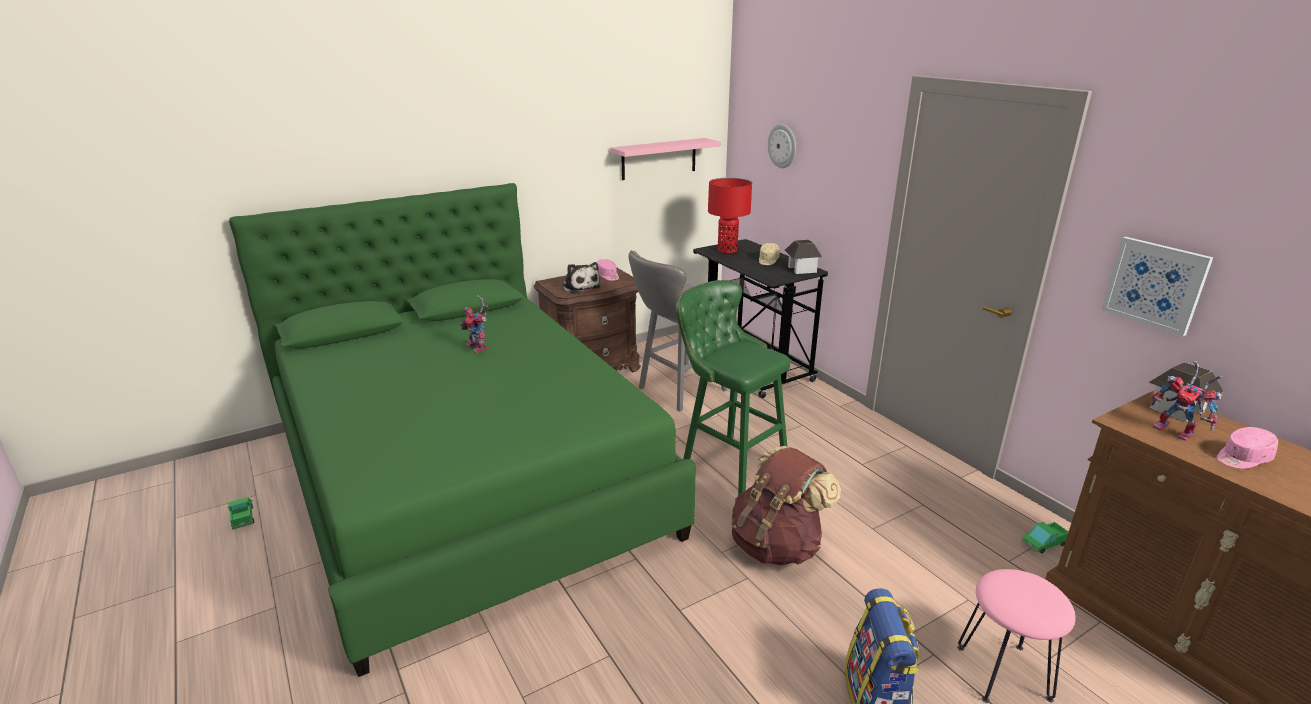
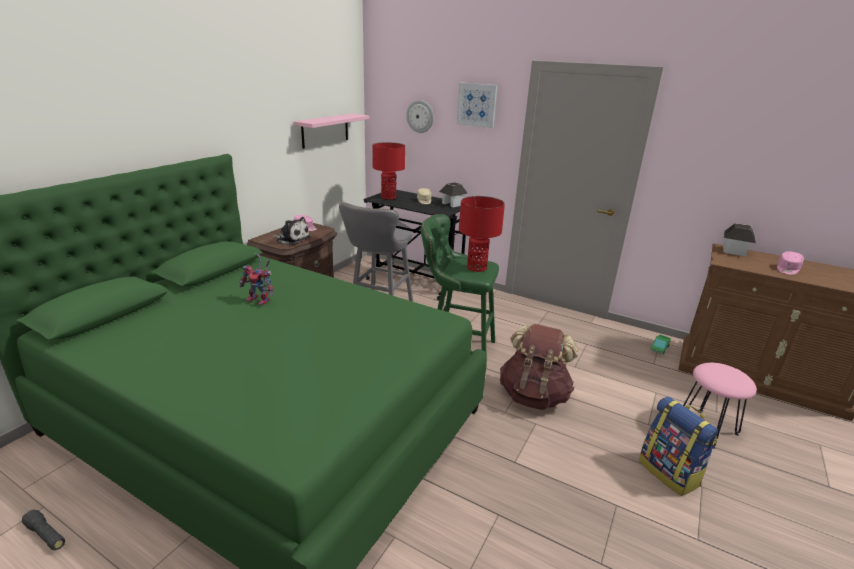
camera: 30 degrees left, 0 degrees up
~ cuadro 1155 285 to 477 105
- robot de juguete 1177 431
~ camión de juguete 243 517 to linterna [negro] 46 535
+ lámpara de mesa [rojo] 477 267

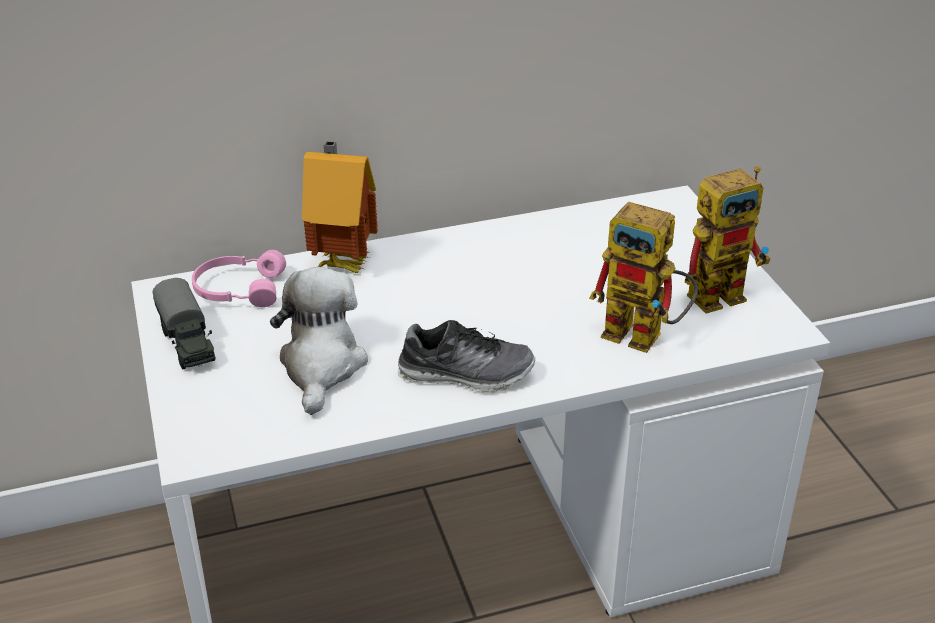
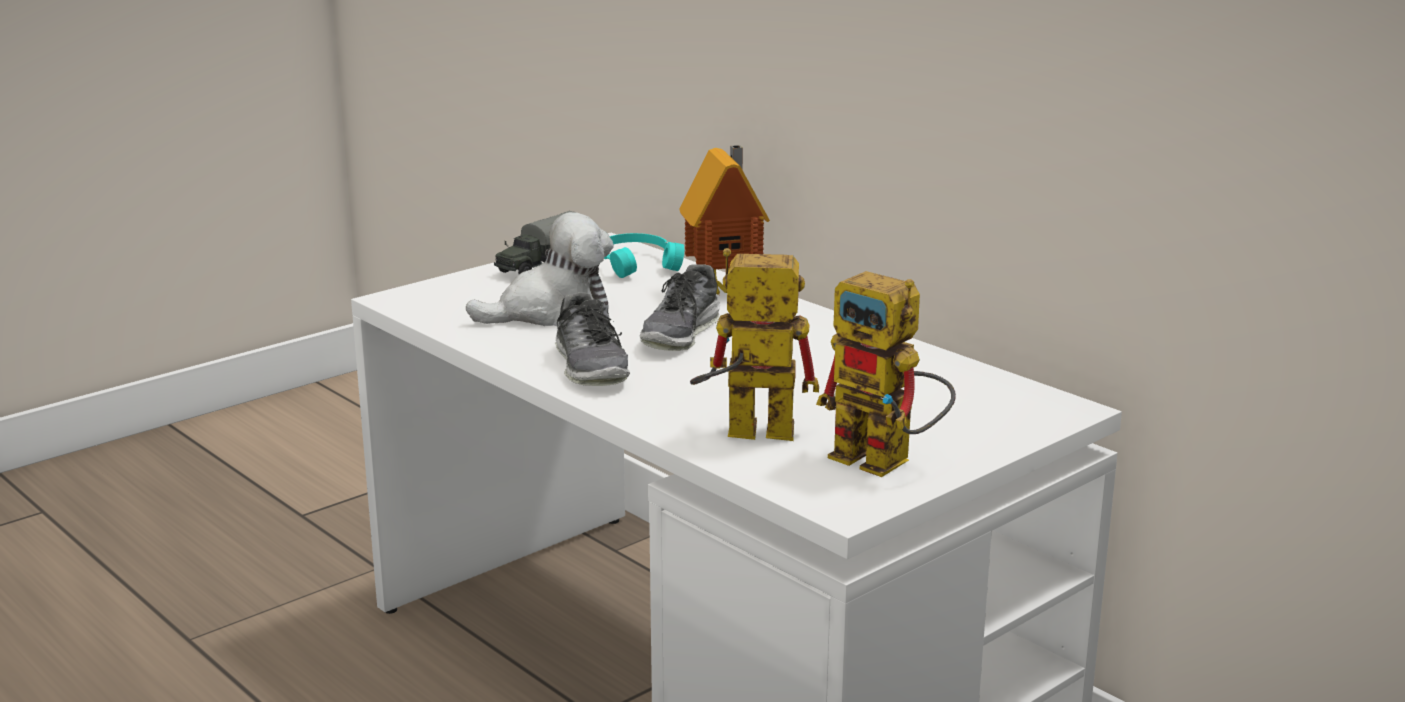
camera: 65 degrees right, 15 degrees down
~ robot de juguete 645 336 = 744 433 90 degrees clockwise
~ auriculares [rosa] 239 289 to auriculares [turquesa] 638 264
+ zapato 681 333

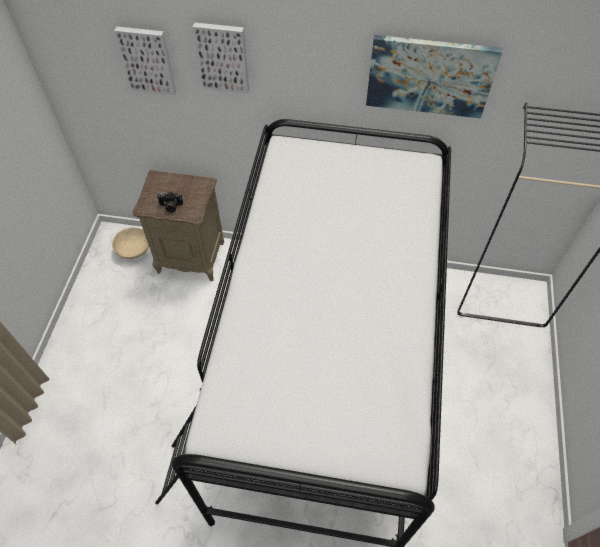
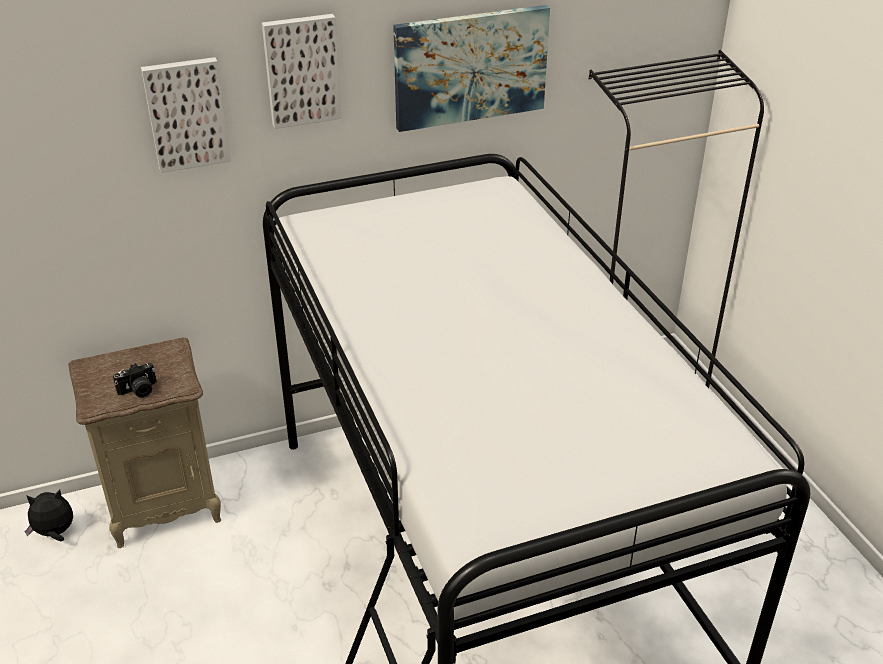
camera: 30 degrees left, 20 degrees down
~ cuadro 147 59 to 301 70
~ cuenco [beis] 134 249 to peluche 55 533

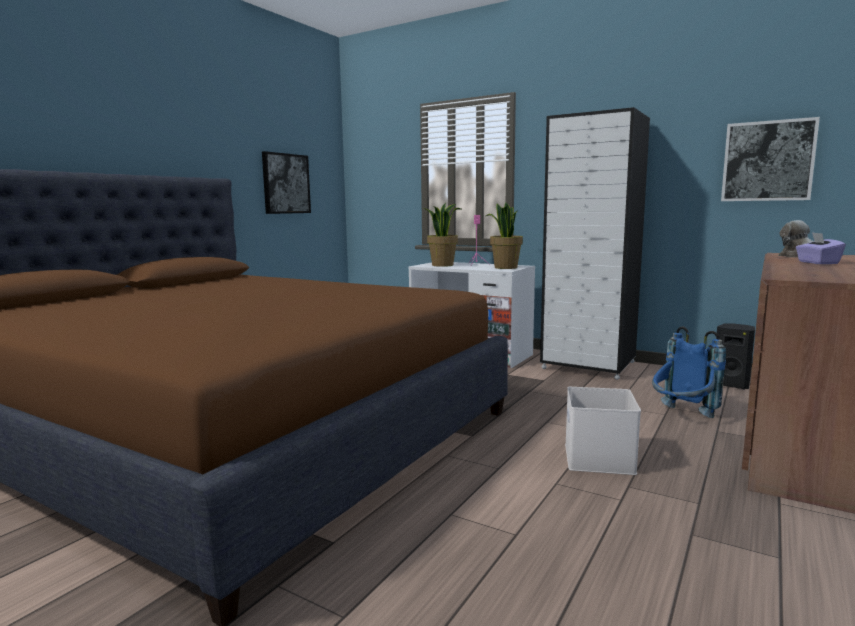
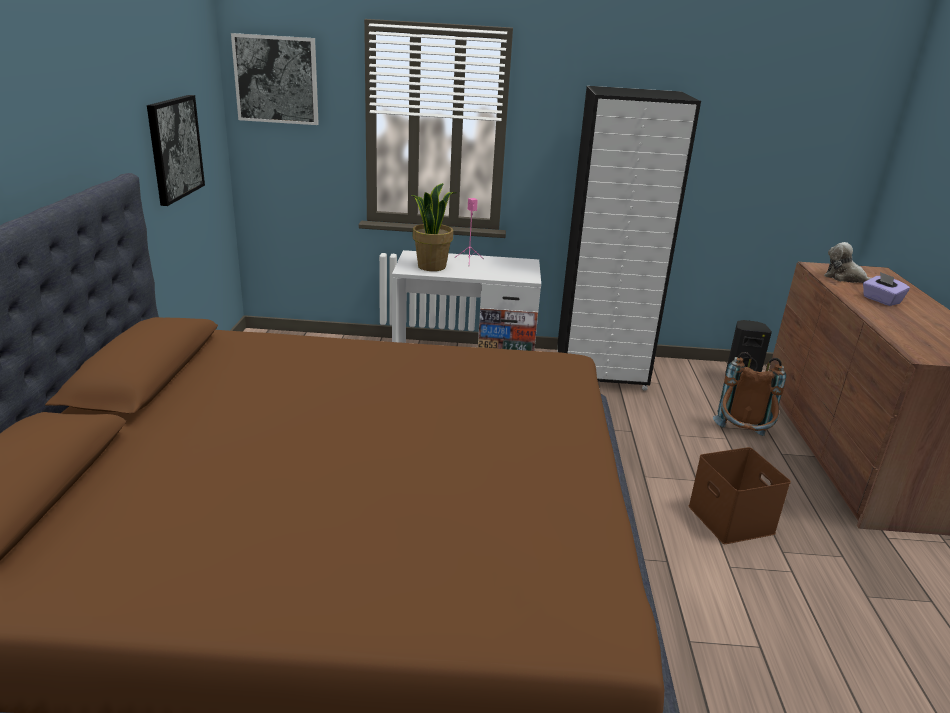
camera: 30 degrees left, 15 degrees up
~ cuadro 767 161 to 276 79
- planta en maceta 505 267
~ mochila [azul] 681 416 to mochila [marrón] 741 439
~ caja de almacenaje [blanco] 600 459 to caja de almacenaje [marrón] 733 520

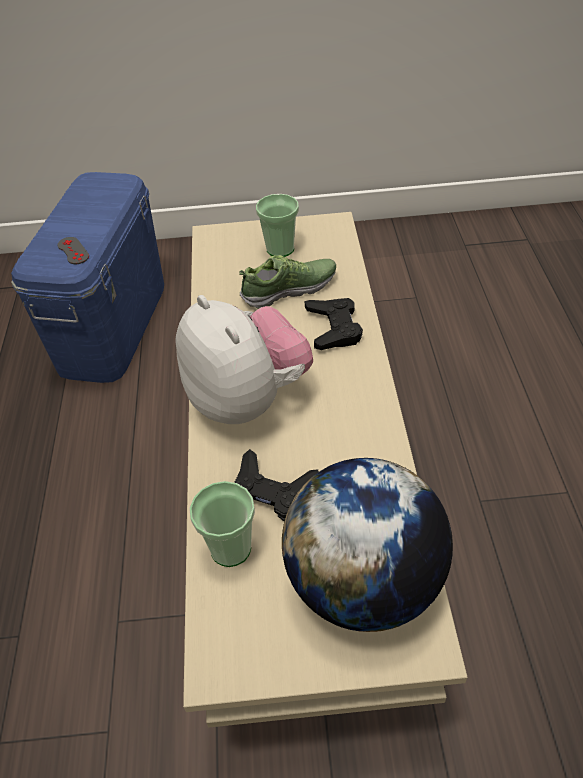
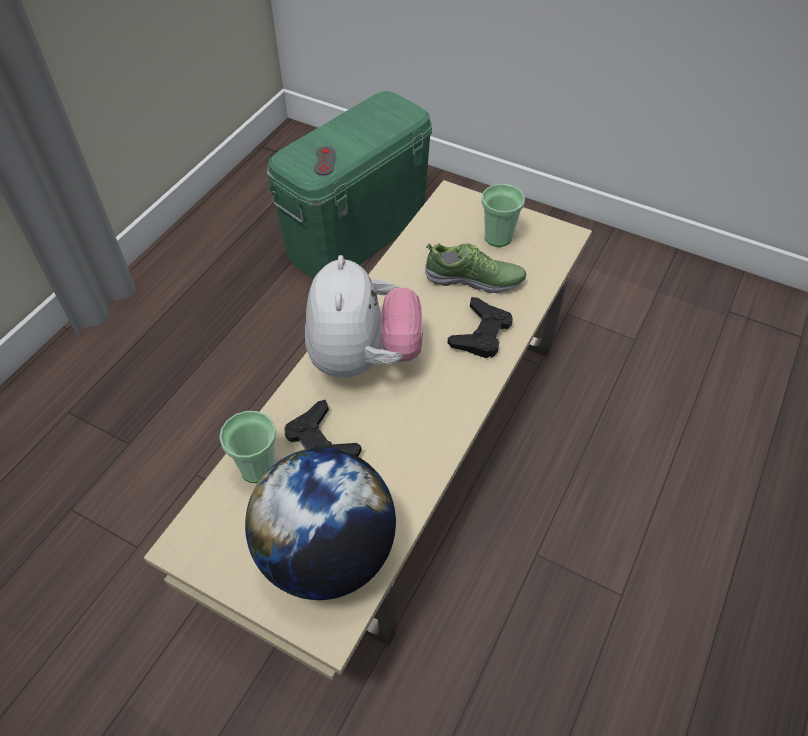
camera: 30 degrees right, 5 degrees up
~ caja de almacenaje [azul] 113 326 to caja de almacenaje [verde] 357 235

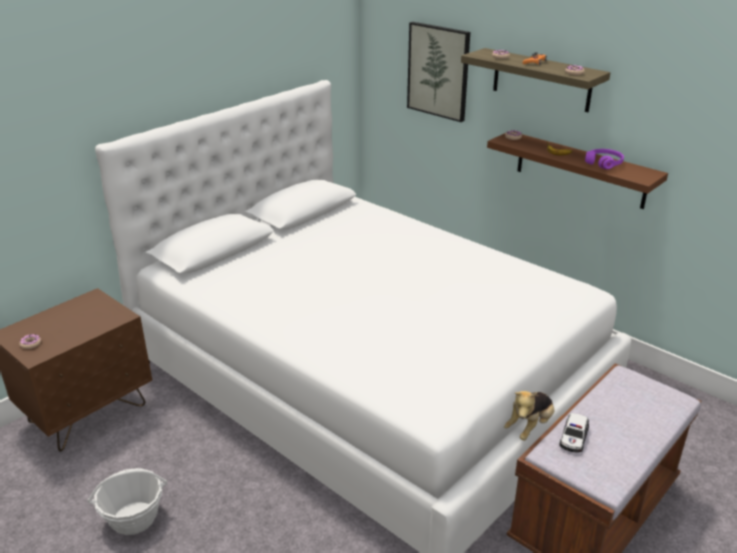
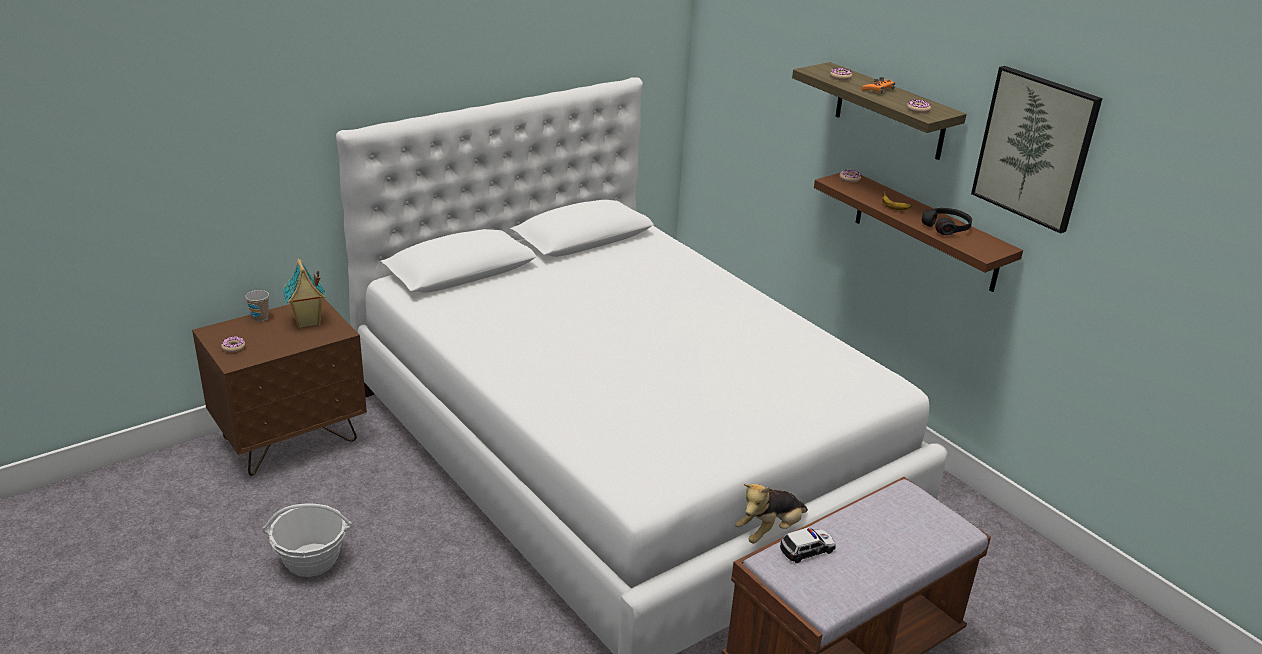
camera: 10 degrees right, 0 degrees up
~ cuadro 438 71 to 1035 148
~ auriculares [morado] 604 163 to auriculares [negro] 946 227
~ coche de juguete 573 438 = 807 549 150 degrees counterclockwise
+ casita 307 322
+ taza 260 317

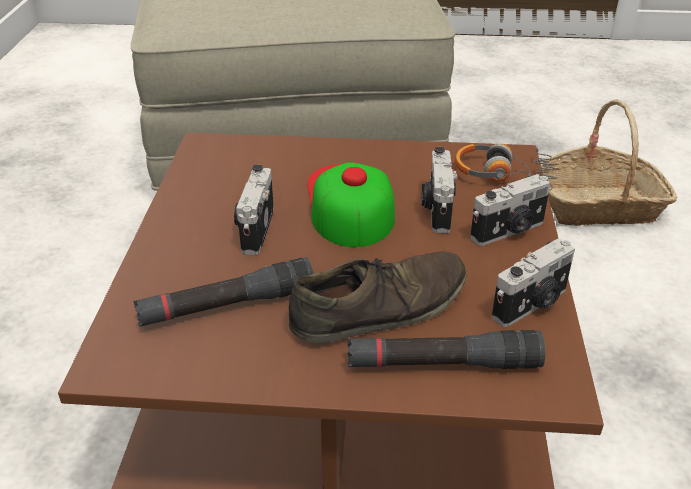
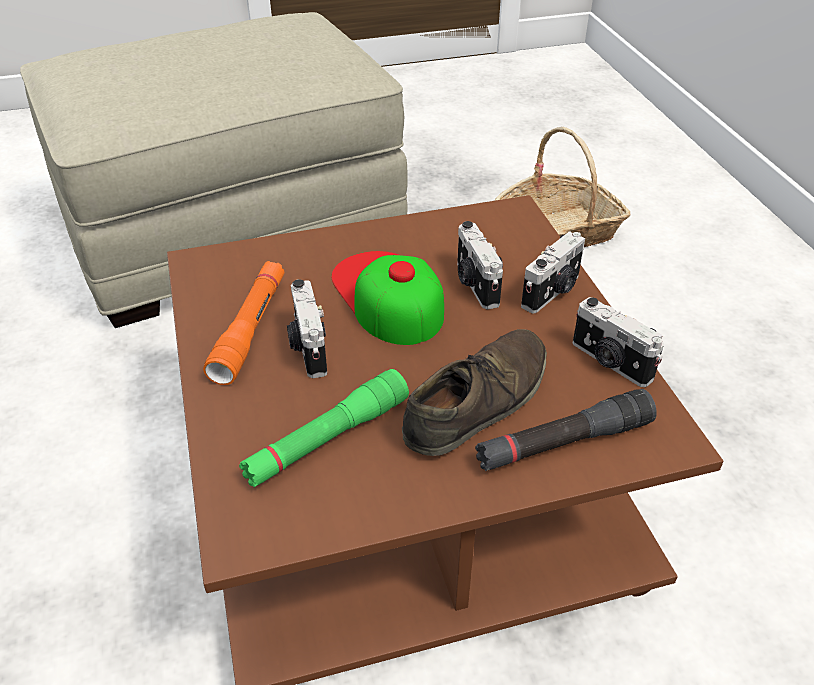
camera: 20 degrees left, 5 degrees up
- auriculares 503 175
~ cámara 532 305 = 610 362 105 degrees clockwise
~ linterna [negro] 227 305 to linterna [verde] 327 439
+ linterna [naranja] 250 329

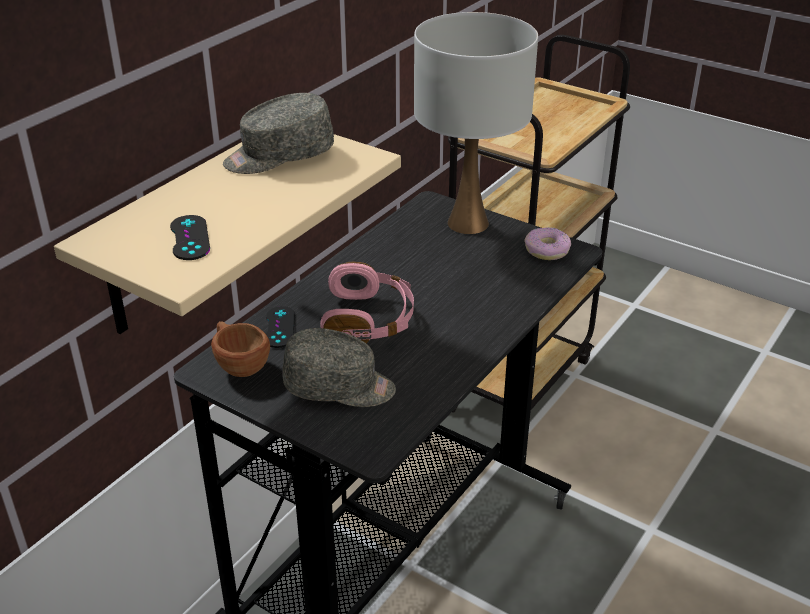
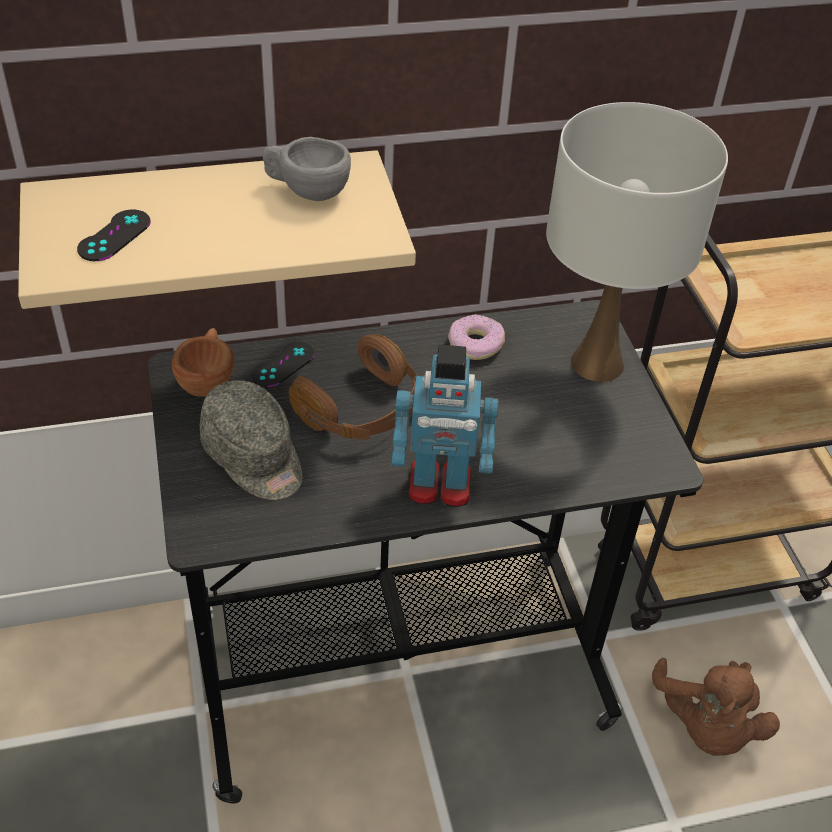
camera: 40 degrees right, 10 degrees up
~ gorra [gris] 278 156 to taza [gris] 306 191
~ rosquilla 546 250 to 475 344
~ auriculares [rosa] 369 321 to auriculares [marrón] 362 410
+ robot de juguete 439 486
+ peluche [marrón] 705 725

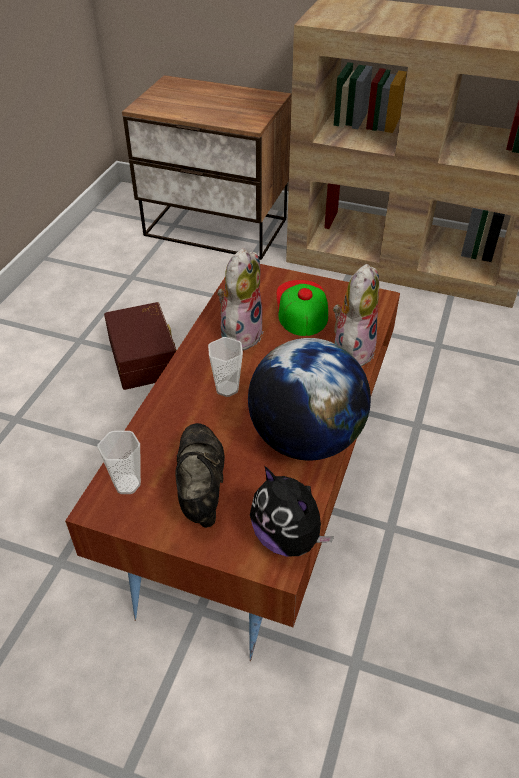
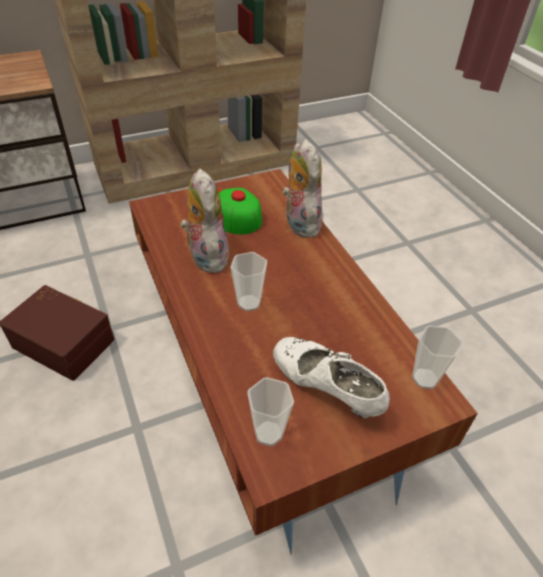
camera: 45 degrees left, 0 degrees up
- globo terráqueo 305 439
~ zapato [negro] 201 487 to zapato [blanco] 325 390
~ peluche 288 537 to taza 425 378

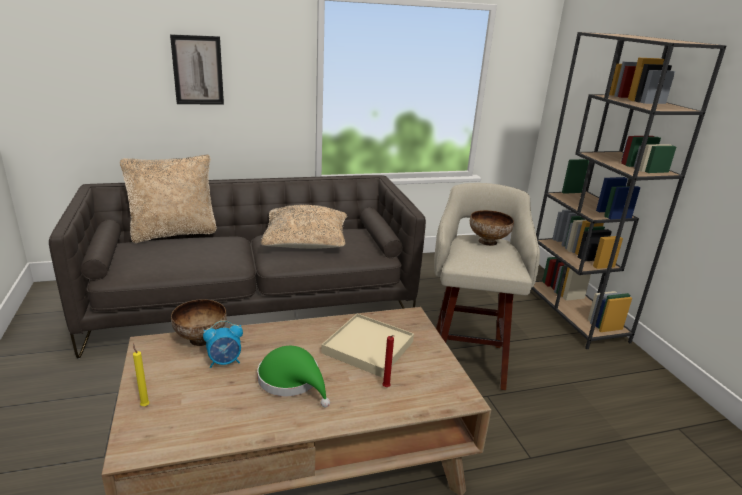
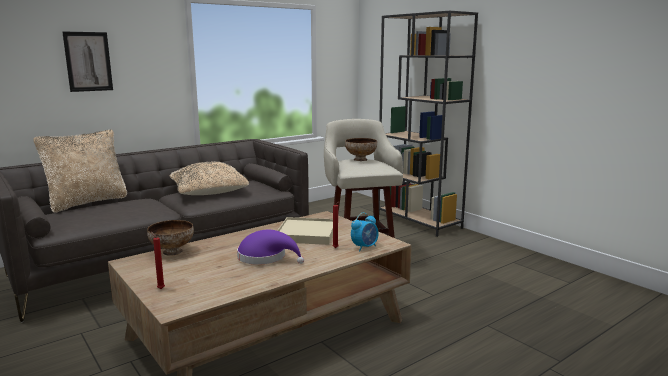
camera: 20 degrees left, 10 degrees down
~ despertador 225 362 to 365 247
~ vela [amarillo] 144 405 to vela [rojo] 160 288
~ sombrero [verde] 292 381 to sombrero [morado] 266 257

